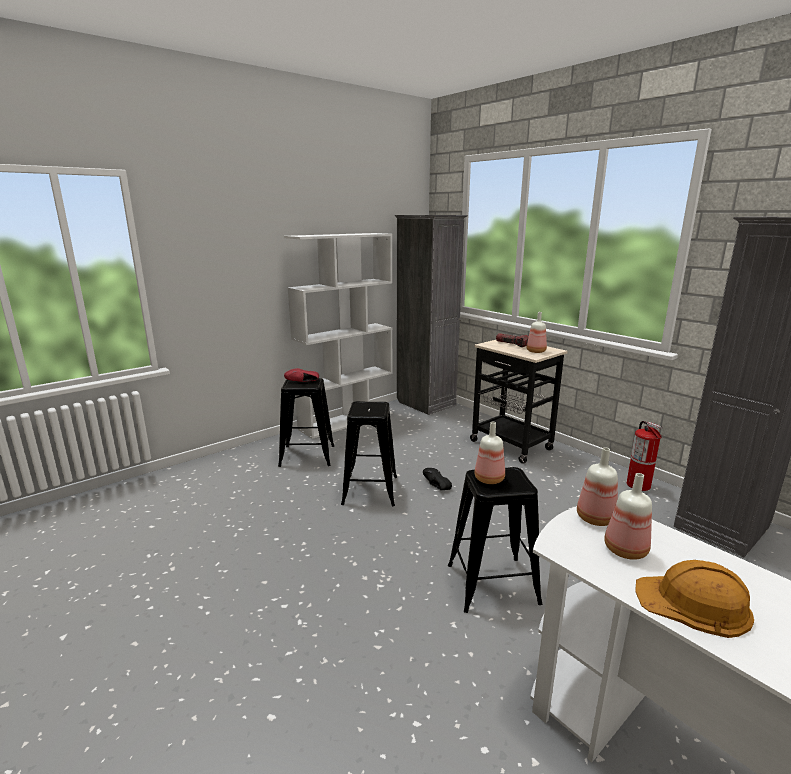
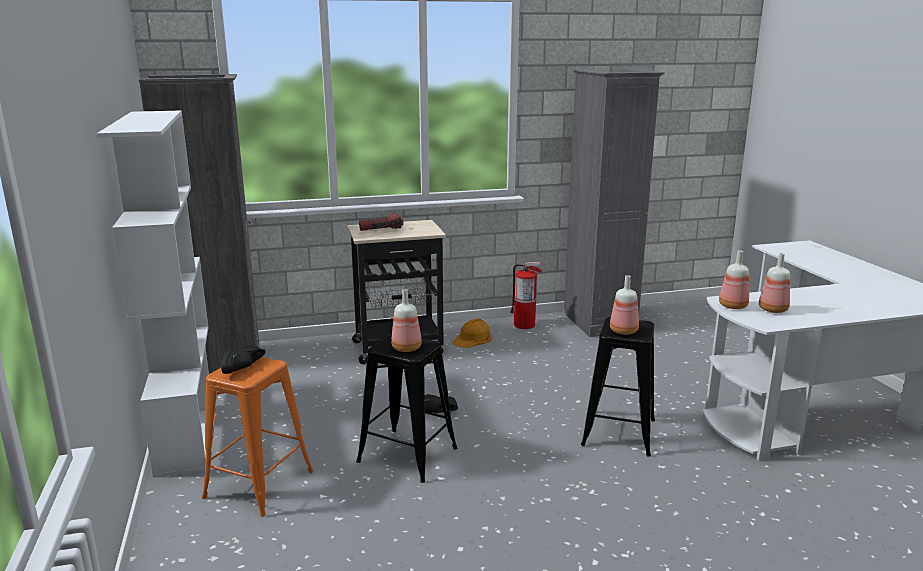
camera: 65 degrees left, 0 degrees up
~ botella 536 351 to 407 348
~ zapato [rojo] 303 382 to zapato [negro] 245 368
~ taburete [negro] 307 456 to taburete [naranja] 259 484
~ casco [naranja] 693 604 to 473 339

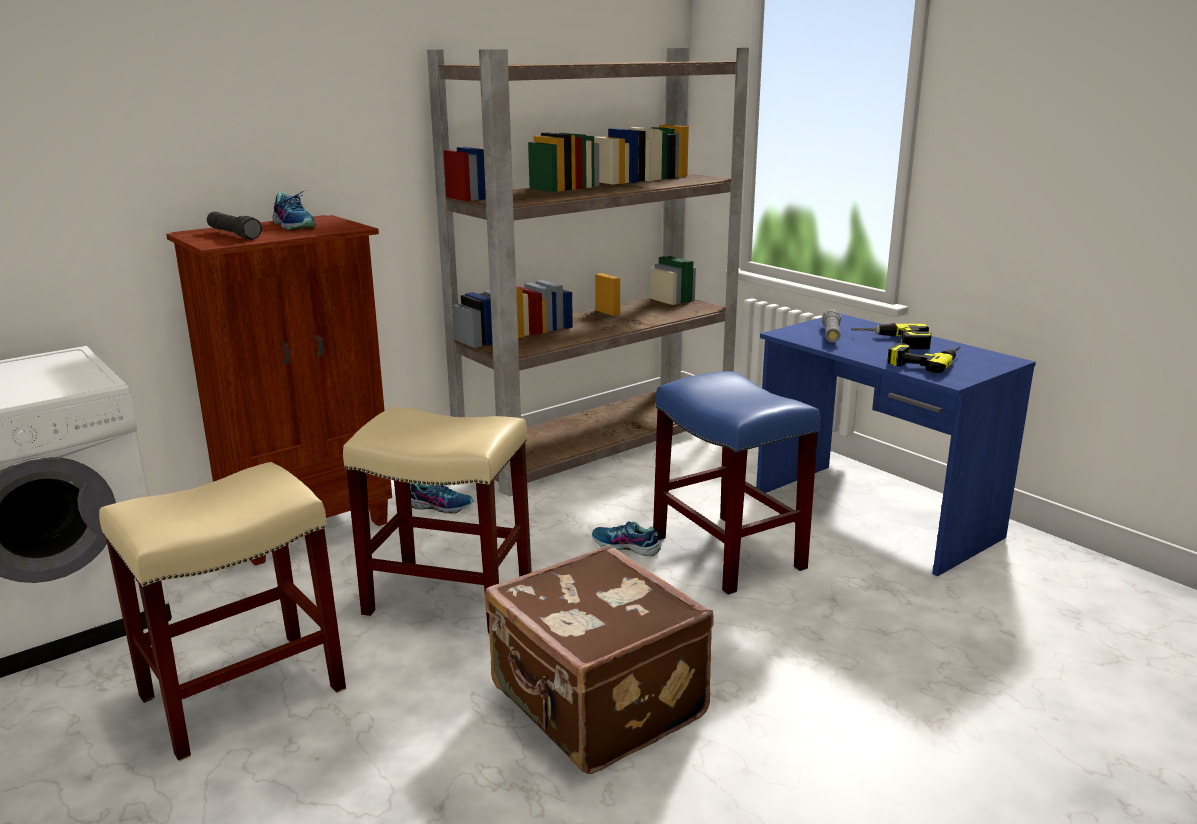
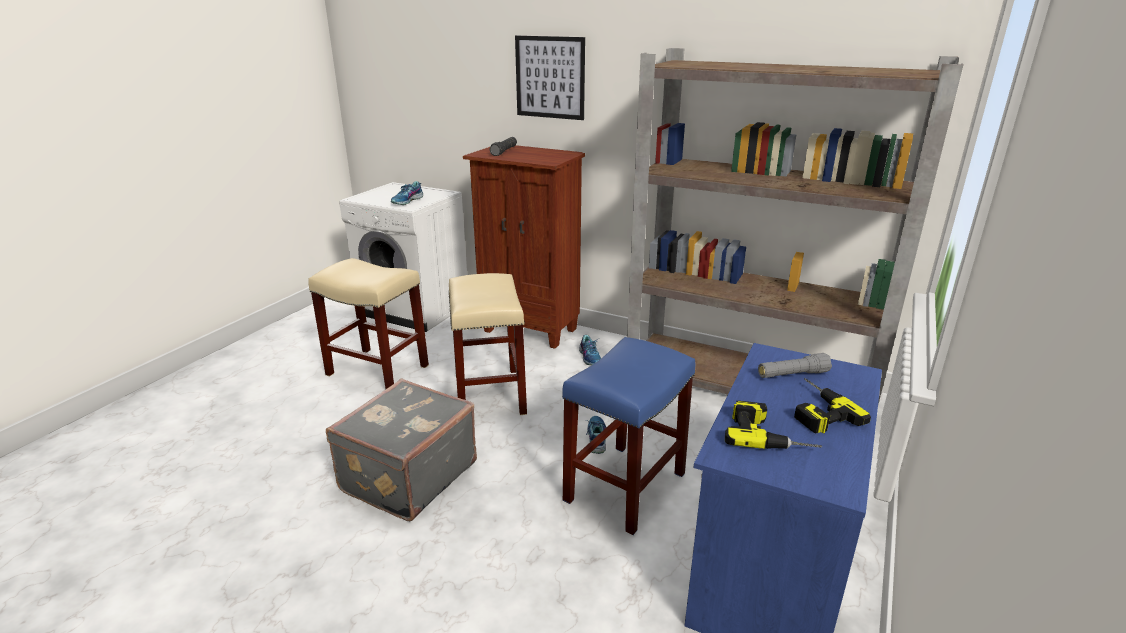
camera: 65 degrees right, 5 degrees up
~ zapato 294 225 to 407 201
~ maleta [marrón] 595 704 to maleta [gris] 407 476
+ cuadro 550 77

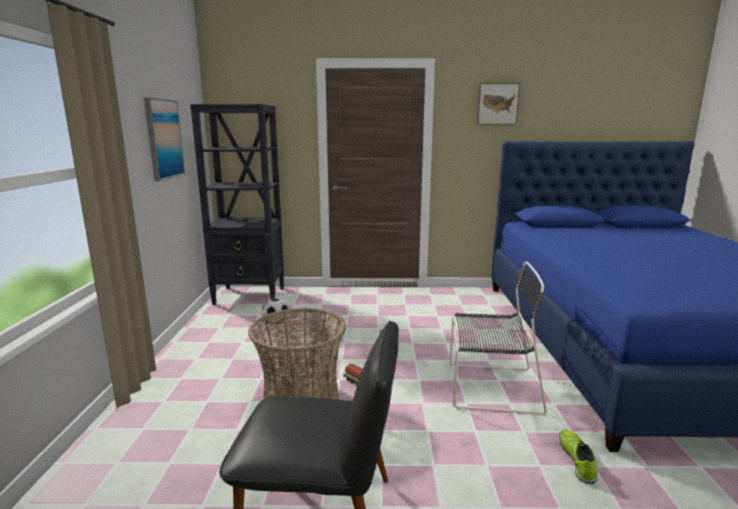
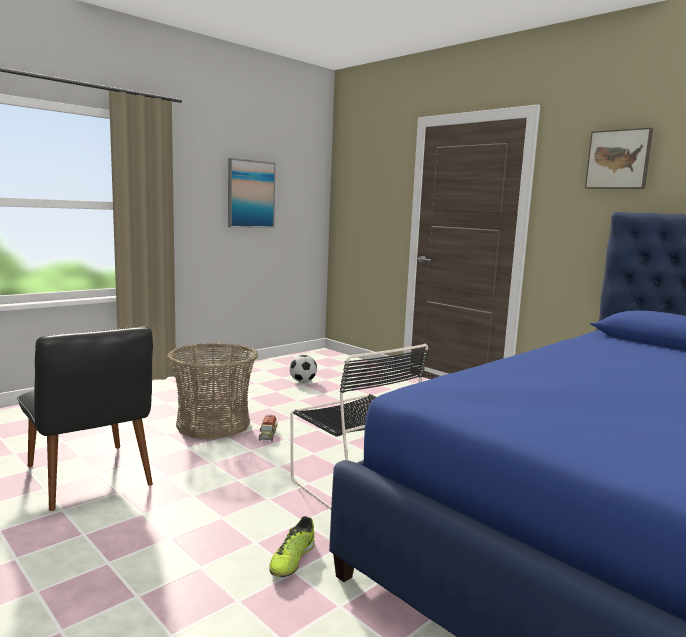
camera: 45 degrees right, 5 degrees down
- estantería [negro] 250 296
~ zapato 577 460 = 292 560 150 degrees clockwise

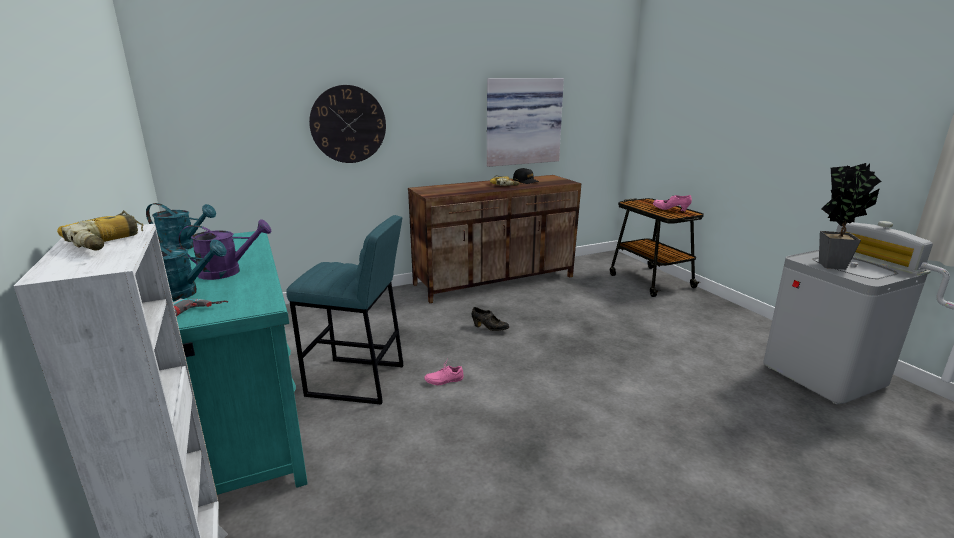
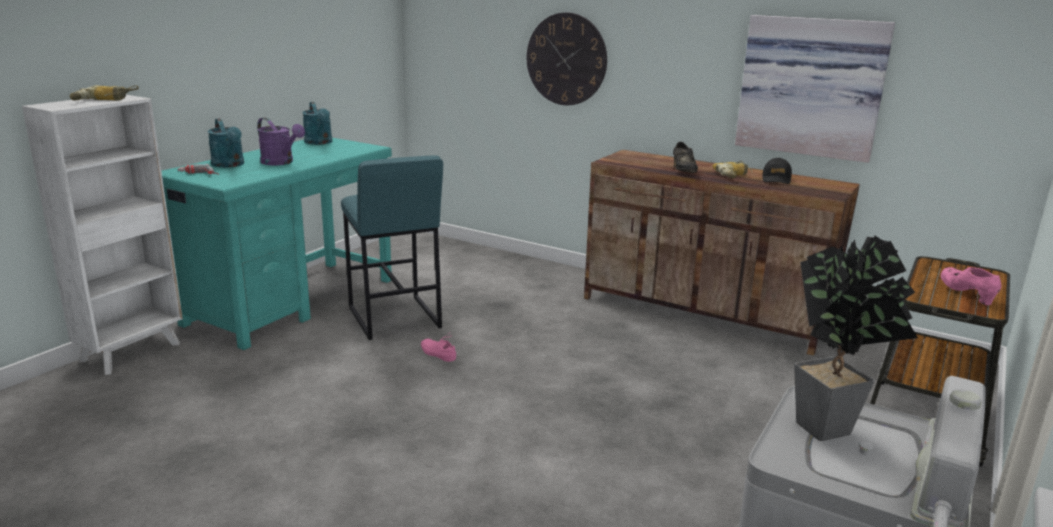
camera: 55 degrees right, 0 degrees up
~ zapato [negro] 489 329 to 683 171

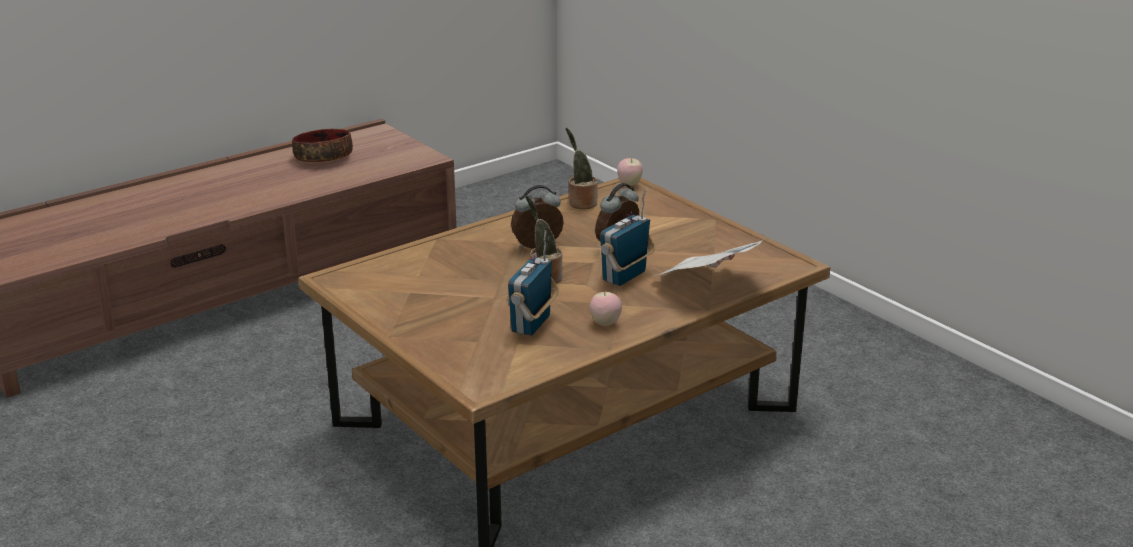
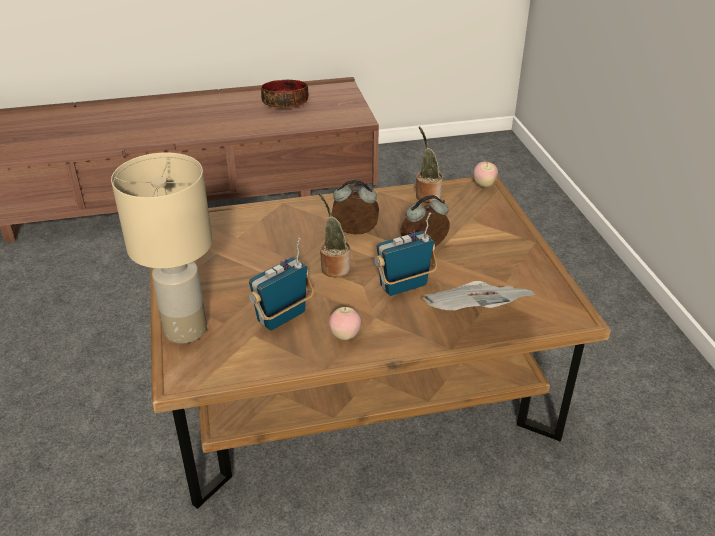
camera: 25 degrees right, 10 degrees up
+ lámpara de mesa [beis] 184 329

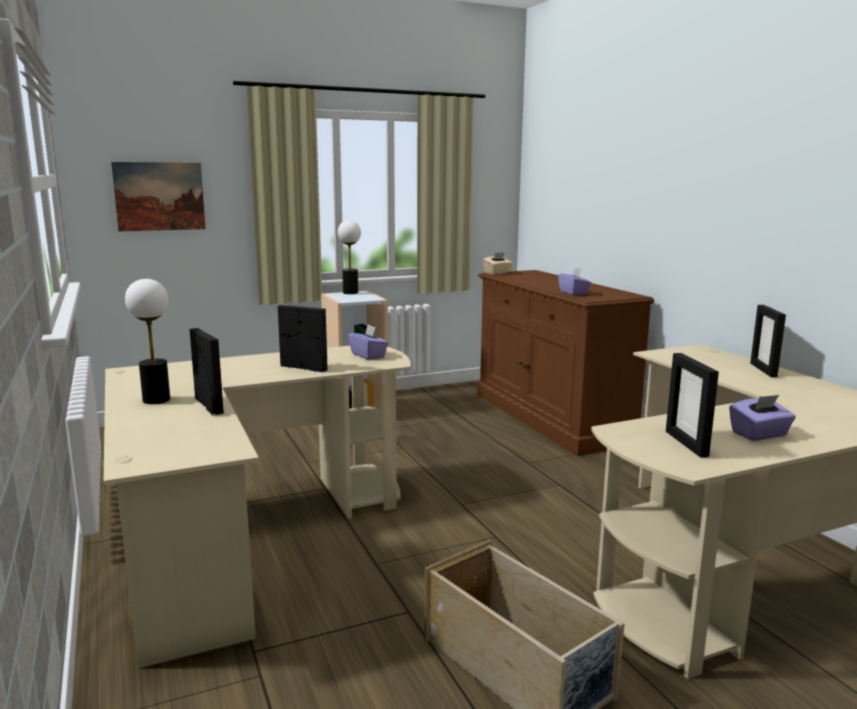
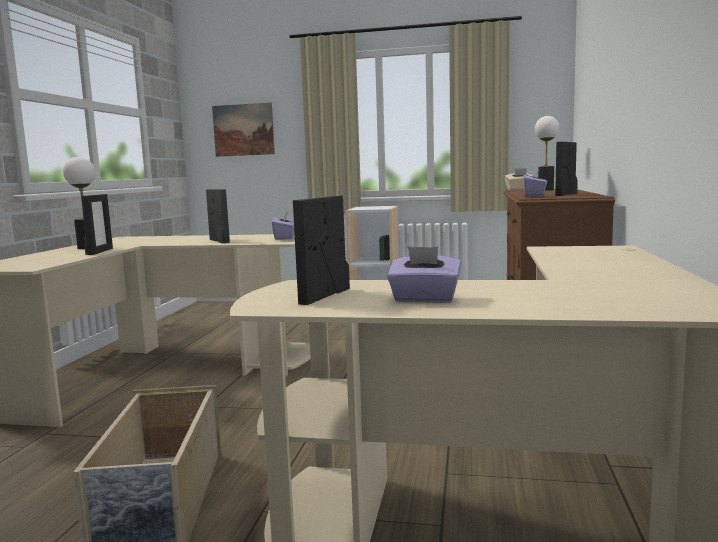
camera: 35 degrees right, 5 degrees down
~ lámpara de mesa 350 293 to 545 190
~ portarretratos 764 370 to 566 194

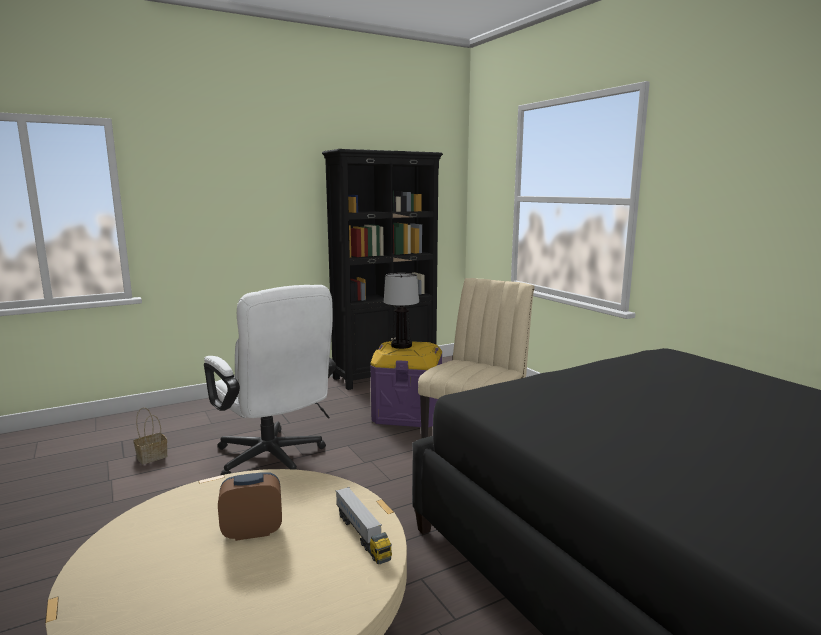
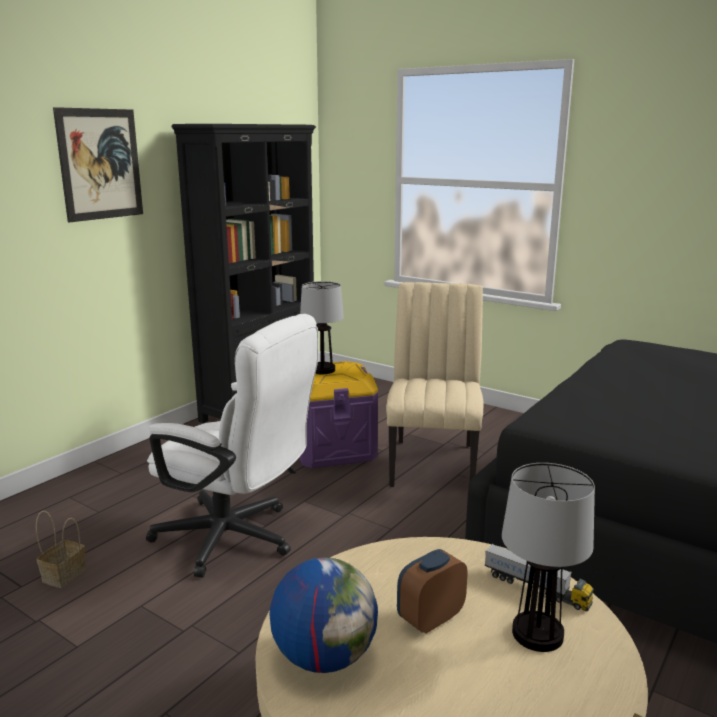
camera: 25 degrees left, 5 degrees up
+ cuadro 100 164
+ lámpara de mesa 537 633
+ globo terráqueo 324 657

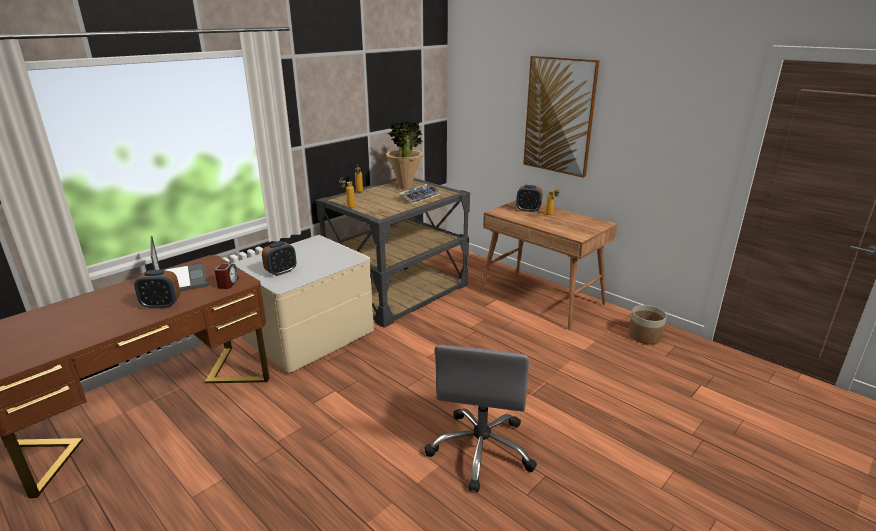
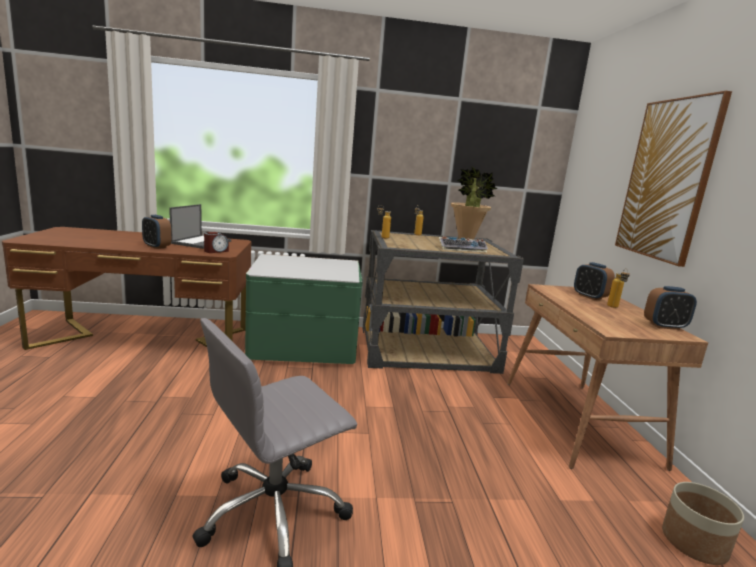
camera: 40 degrees right, 10 degrees down
~ mesita de noche [beis] 309 336 to mesita de noche [verde] 303 347
~ despertador 281 272 to 665 326

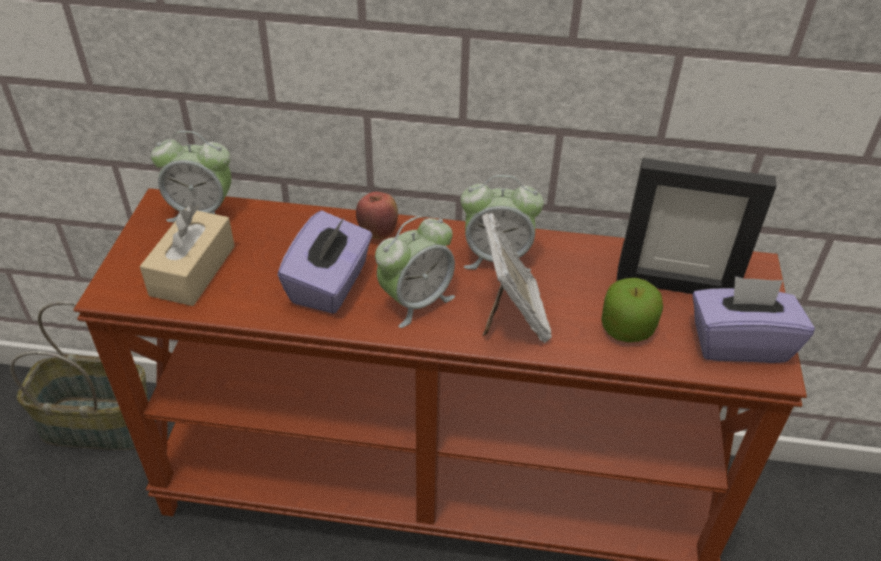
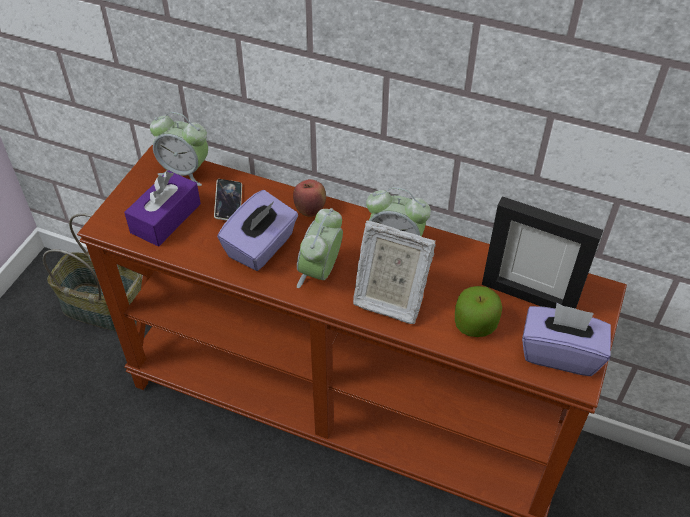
camera: 15 degrees right, 5 degrees up
~ caja de pañuelos [beis] 193 270 to caja de pañuelos [morado] 166 218
~ portarretratos 512 317 = 389 299 105 degrees clockwise
~ despertador 416 301 = 320 272 135 degrees clockwise
+ móvil 228 203

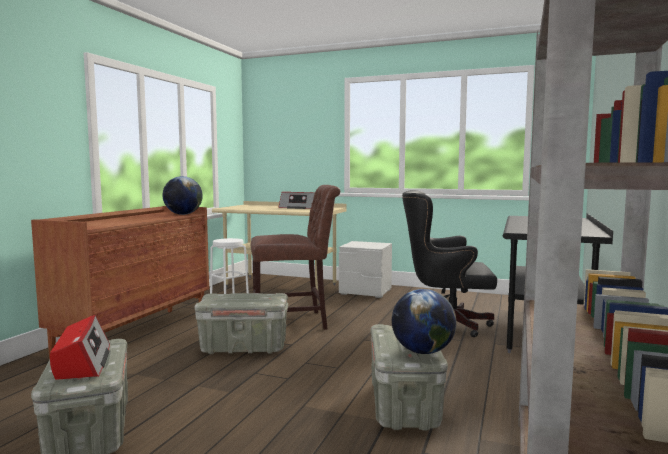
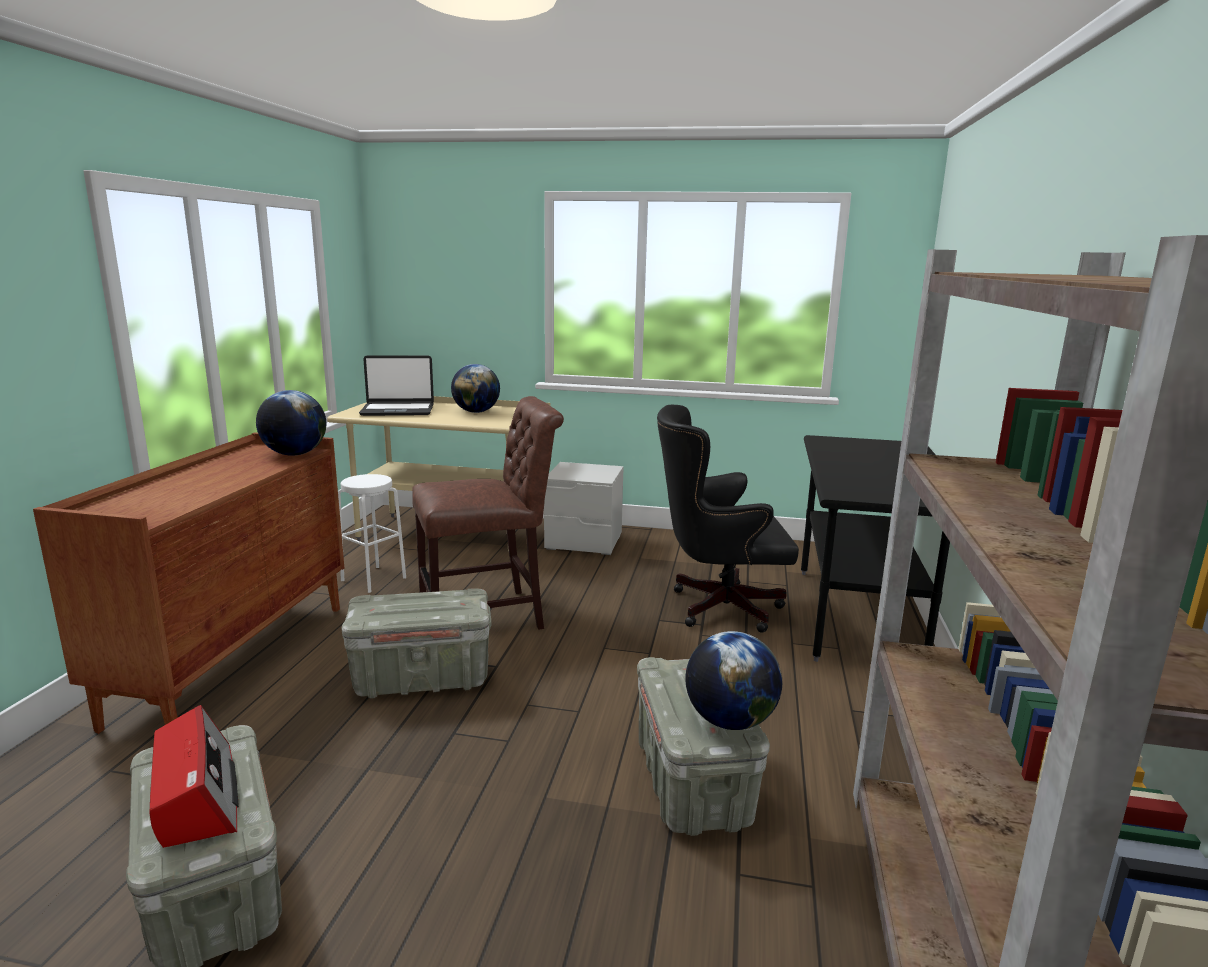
camera: 10 degrees left, 10 degrees up
~ radio 300 208 to globo terráqueo 476 412
+ portátil 398 410

